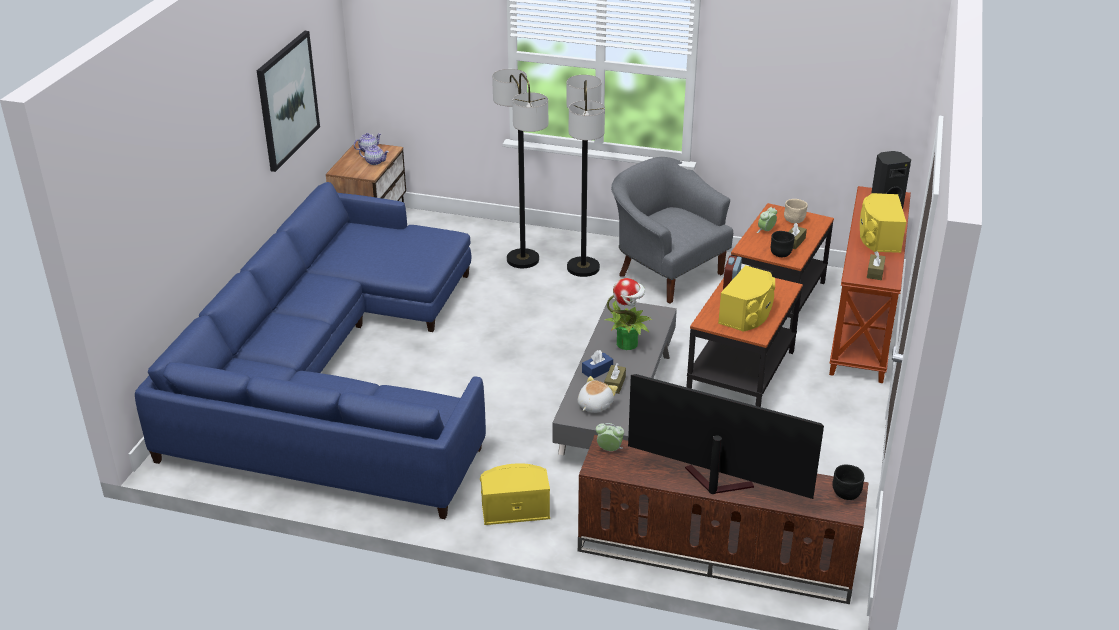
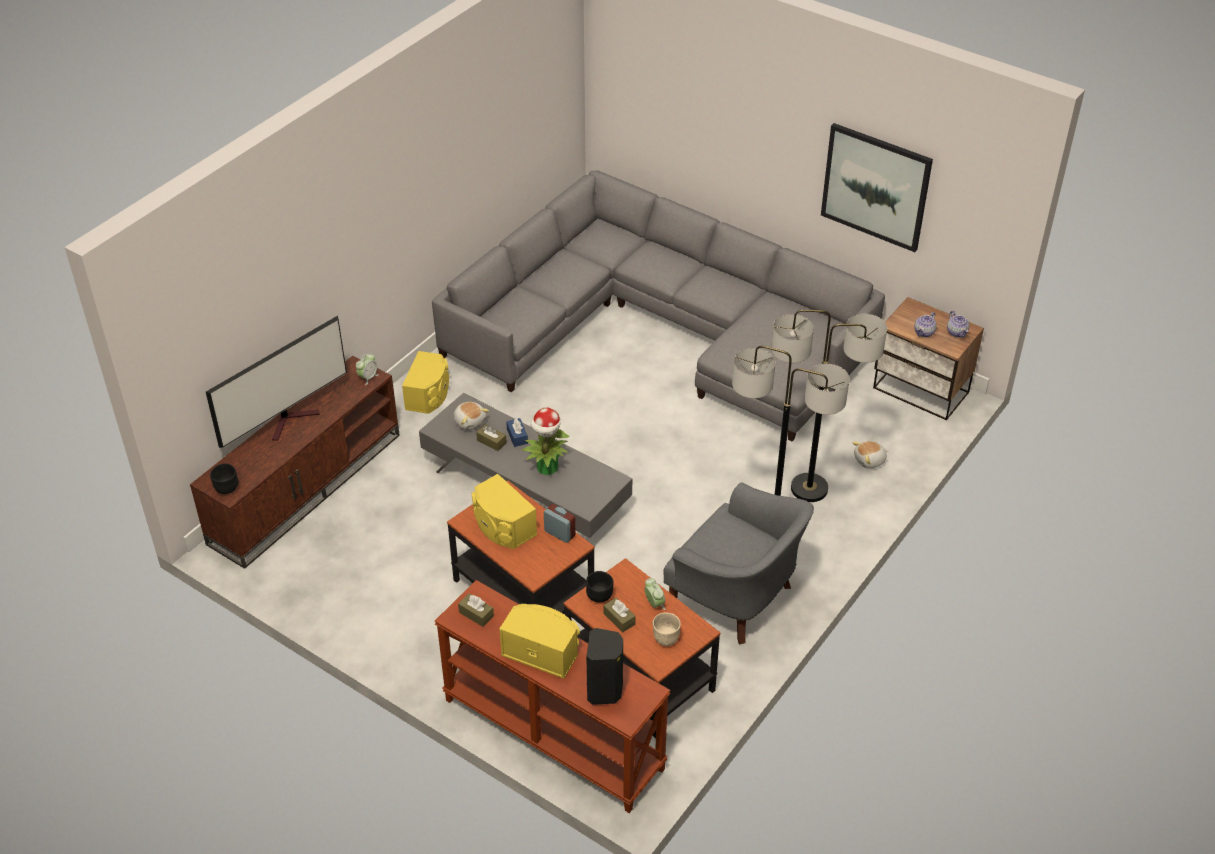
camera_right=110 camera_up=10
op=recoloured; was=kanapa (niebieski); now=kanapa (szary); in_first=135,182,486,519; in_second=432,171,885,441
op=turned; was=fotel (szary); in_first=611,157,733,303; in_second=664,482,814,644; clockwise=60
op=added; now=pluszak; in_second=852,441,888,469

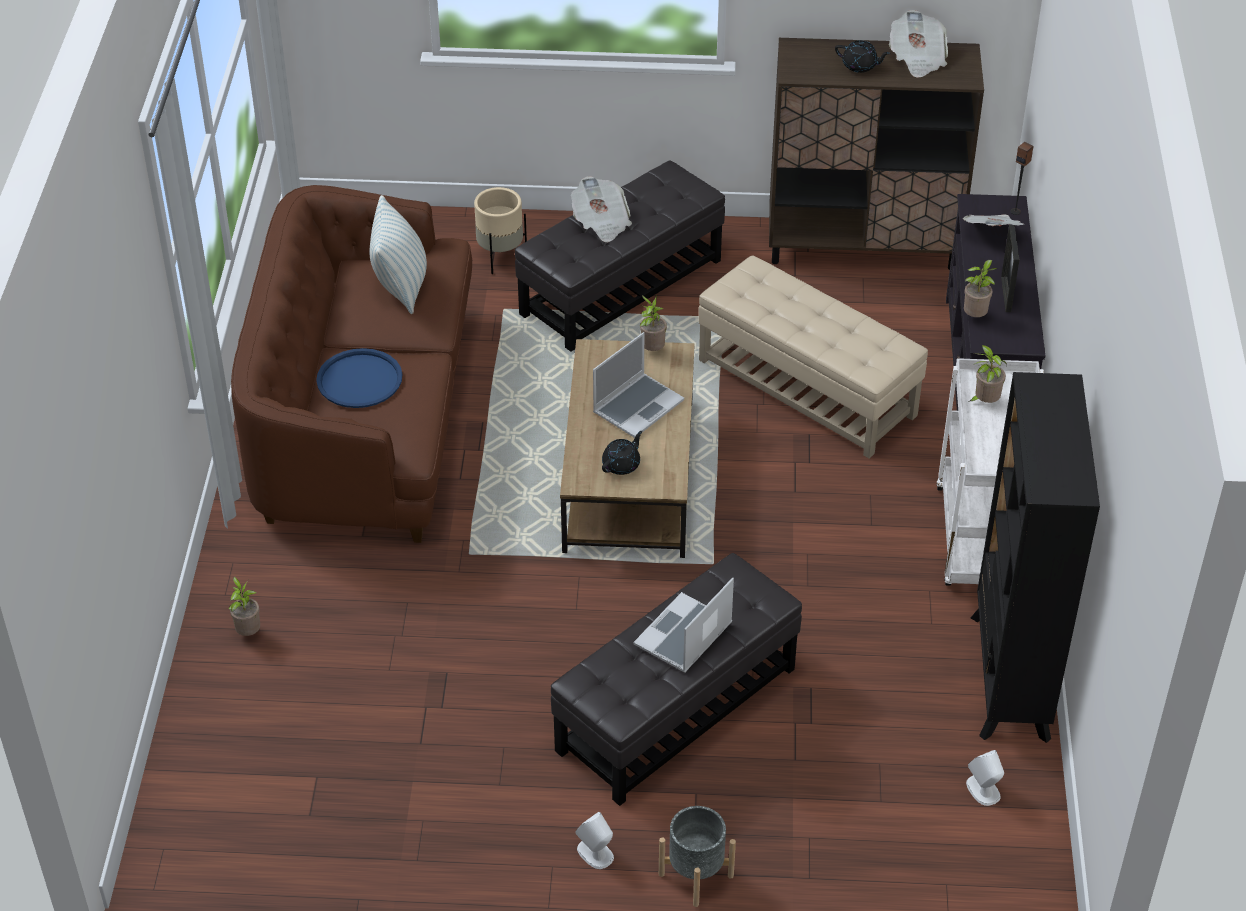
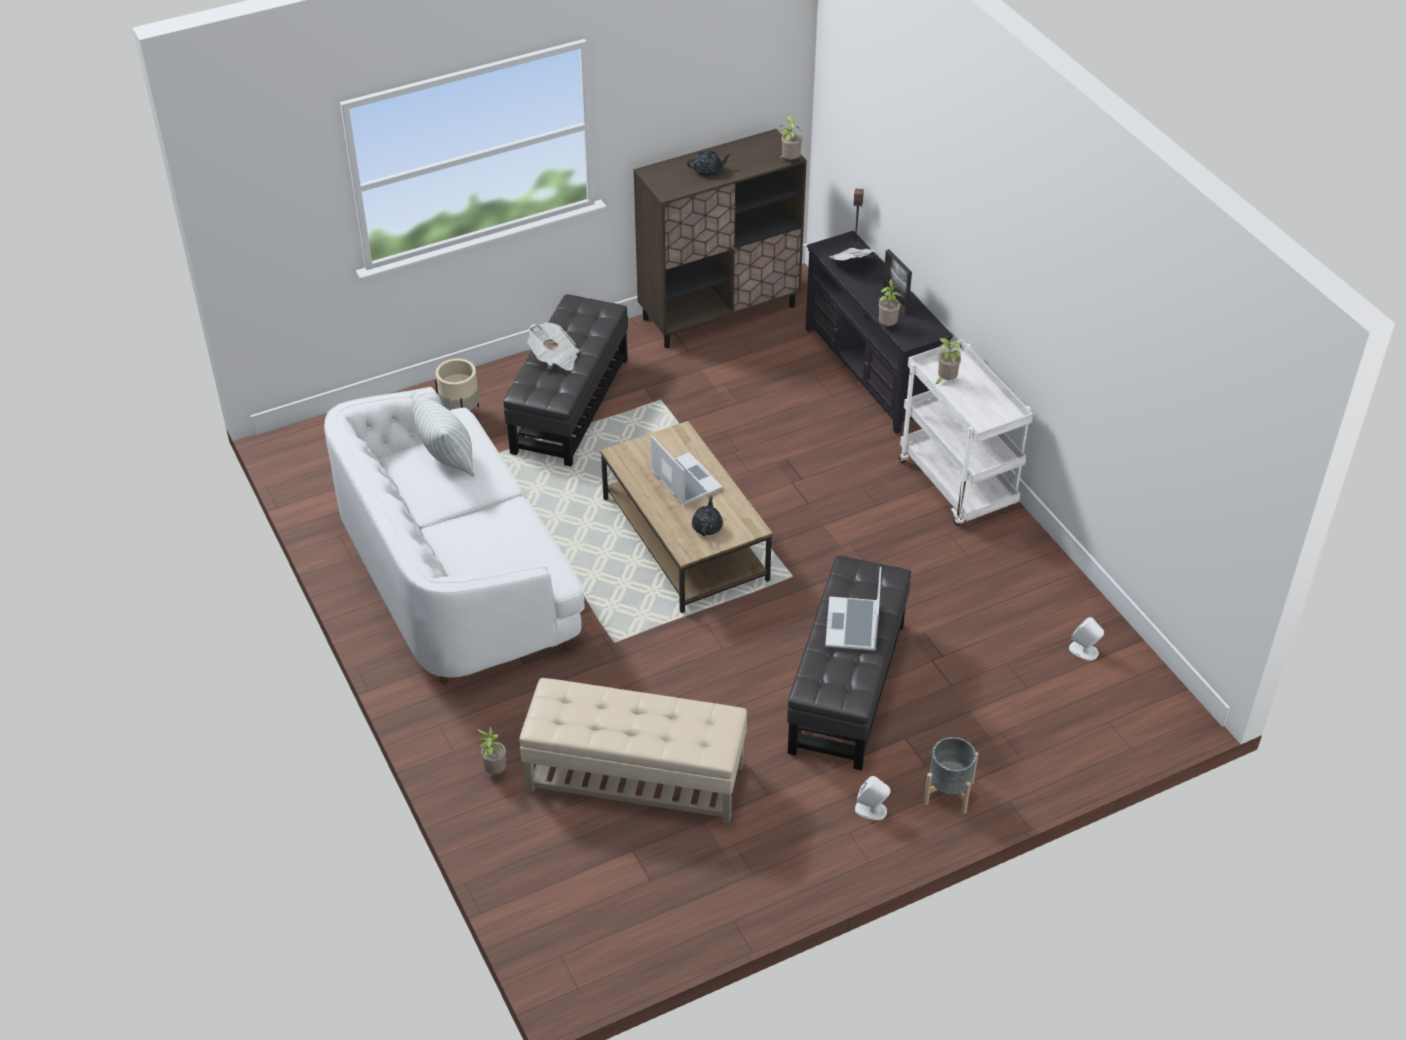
camera_right=-30 camera_up=0
op=recoloured; was=kanapa (brązowy); now=kanapa (biały); in_first=231,185,472,543; in_second=324,387,585,685
op=moved; was=pufa (beżowy); in_first=698,255,928,458; in_second=520,678,747,824
op=turned; was=laptop; in_first=593,332,684,438; in_second=651,435,722,506; clockwise=-45
op=moved; was=roślina doniczkowa; in_first=639,295,667,351; in_second=779,115,802,159
op=removed; was=taca (niebieski); in_first=316,348,403,408
op=removed; was=gazeta; in_first=889,10,948,78
op=removed; was=regał (czarny); in_first=971,372,1100,743

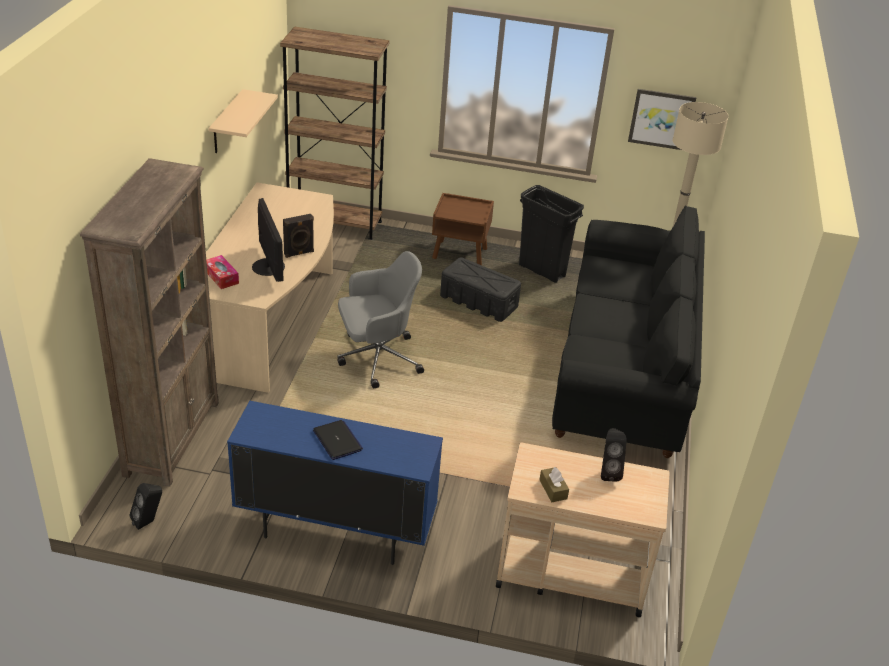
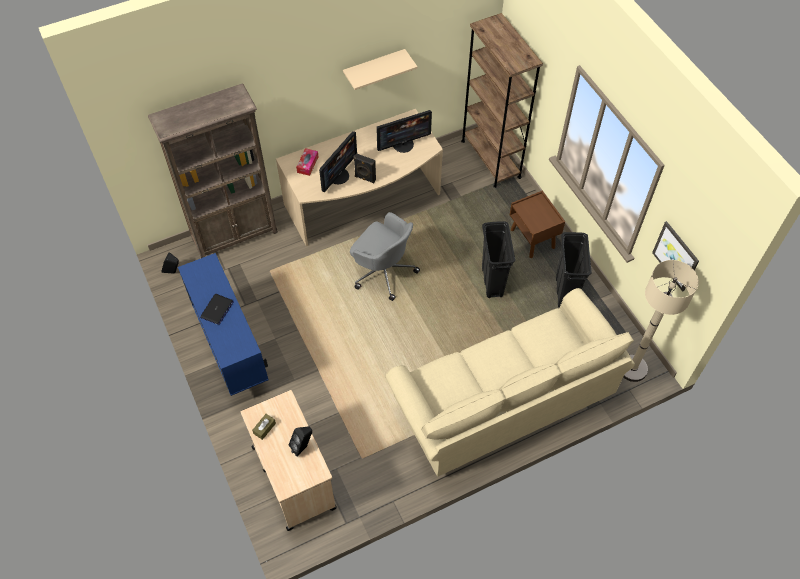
camera_right=55 camera_up=20
op=added; now=monitor; in_second=376,110,432,153
op=recoloured; was=kanapa (czarny); now=kanapa (beżowy); in_first=552,206,705,458; in_second=385,288,635,477
op=replaced; was=pojemnik do przechowywania (czarny); now=kosz na śmieci (czarny); in_first=440,257,521,322; in_second=482,221,515,298

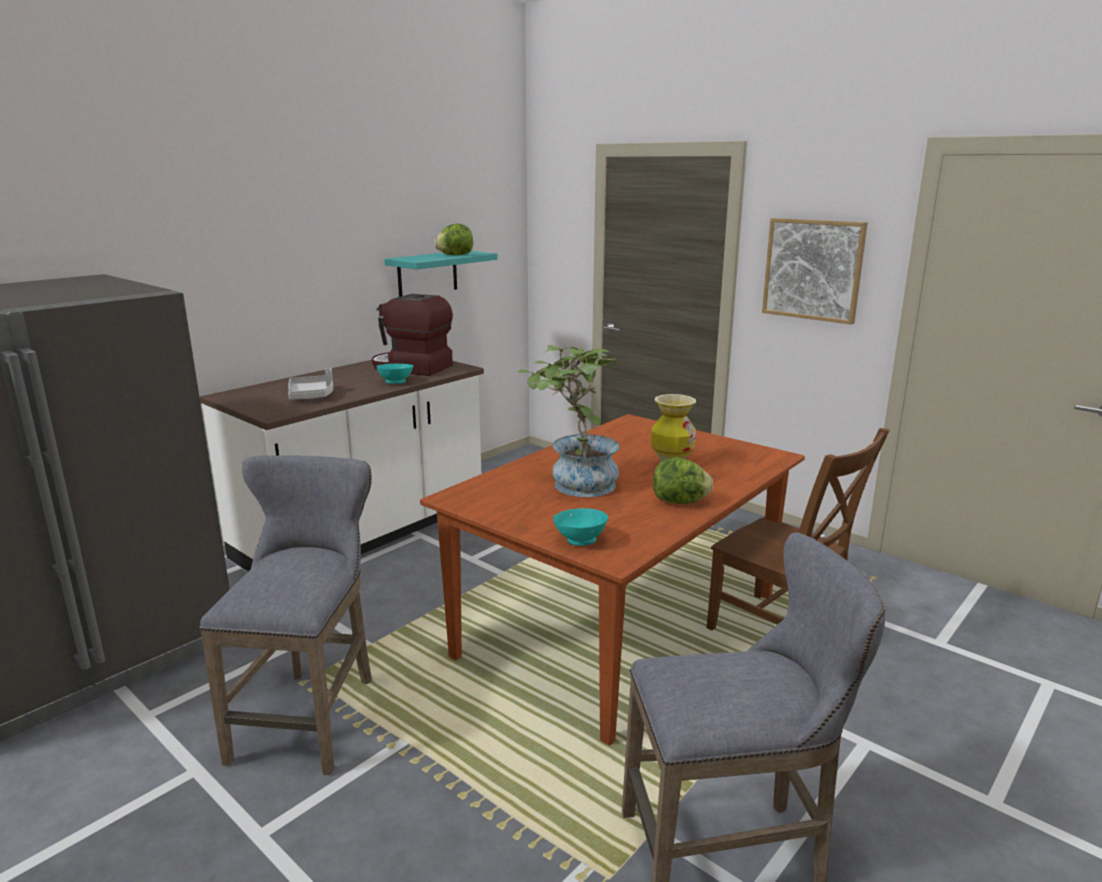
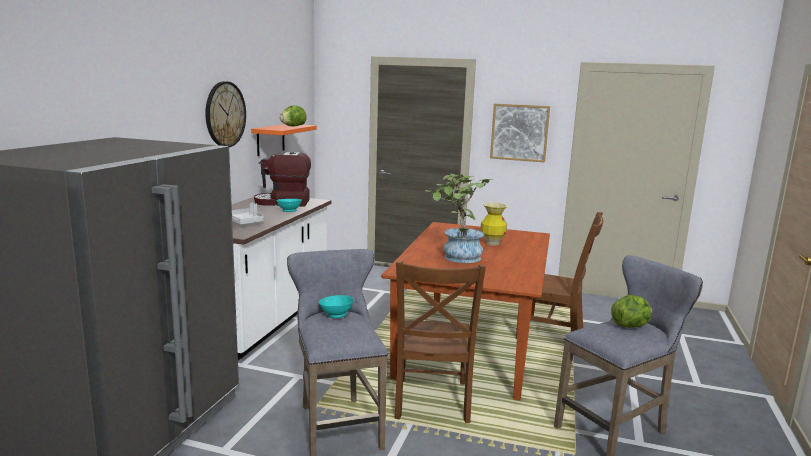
camera_right=-25 camera_up=-5
op=added; now=zegar ścienny; in_second=205,81,246,147
op=recoloured; was=półka (turkusowy); now=półka (pomarańczowy); in_first=384,251,498,297; in_second=251,124,317,156
op=moved; was=miska (turkusowy); in_first=553,508,608,546; in_second=319,295,354,318
op=added; now=krzesło (brązowy); in_second=395,261,486,423
op=moved; was=sałata; in_first=653,457,713,504; in_second=611,295,652,328

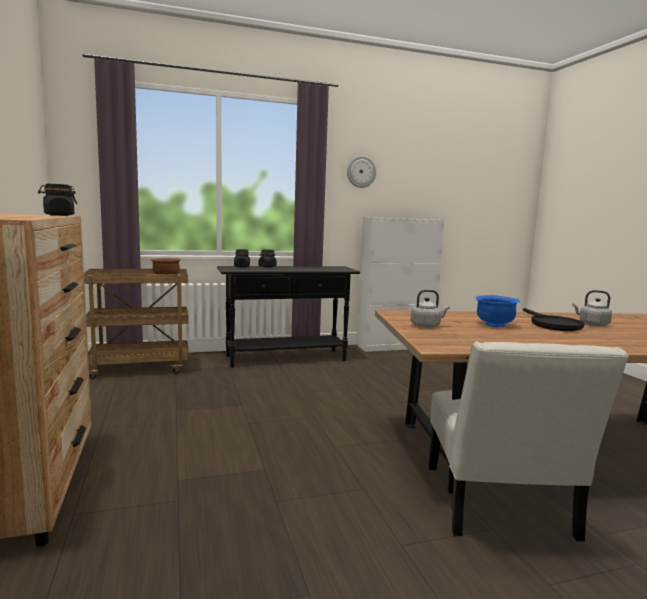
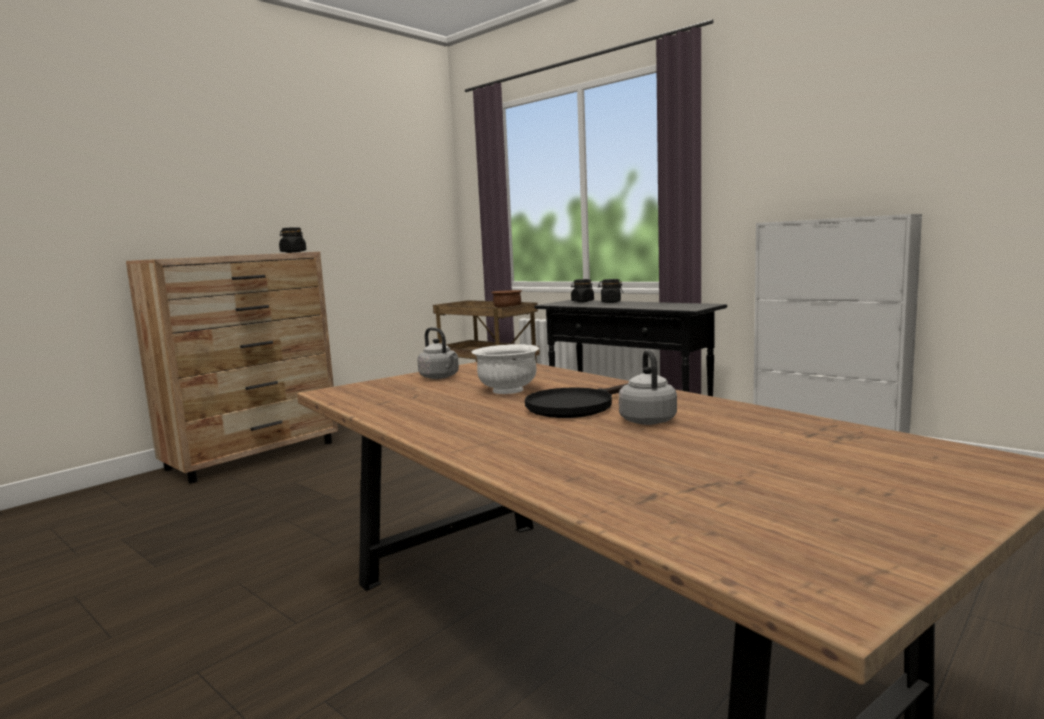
camera_right=60 camera_up=0
op=recoloured; was=miska (niebieski); now=miska (biały); in_first=475,295,520,327; in_second=471,344,539,394
op=removed; was=zegar ścienny; in_first=347,155,376,188
op=removed; was=krzesło (biały); in_first=428,342,629,541

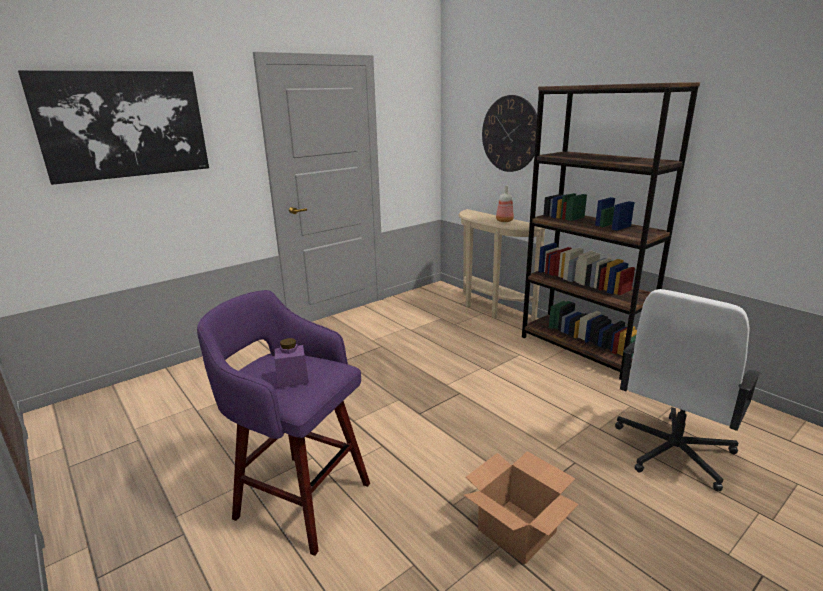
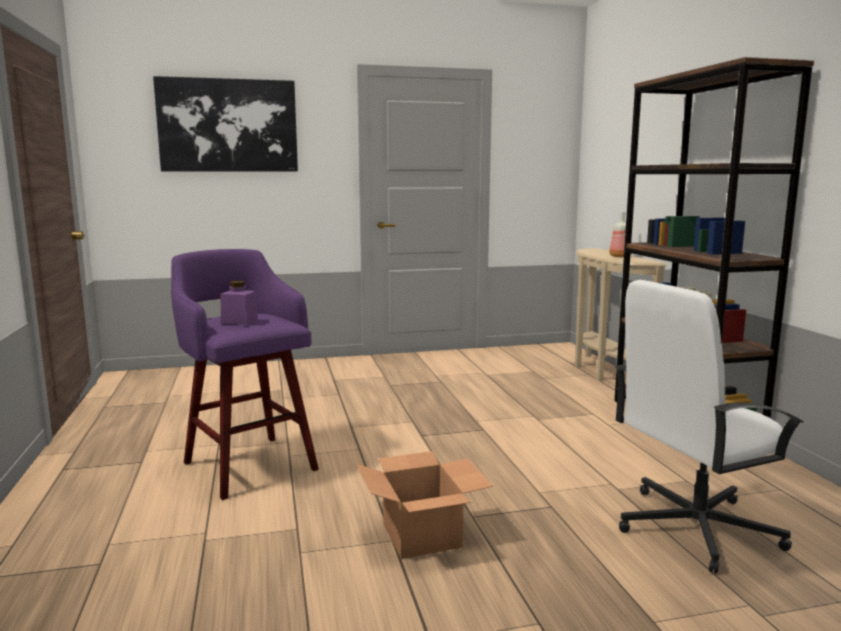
camera_right=25 camera_up=-10
op=removed; was=zegar ścienny; in_first=482,95,537,172

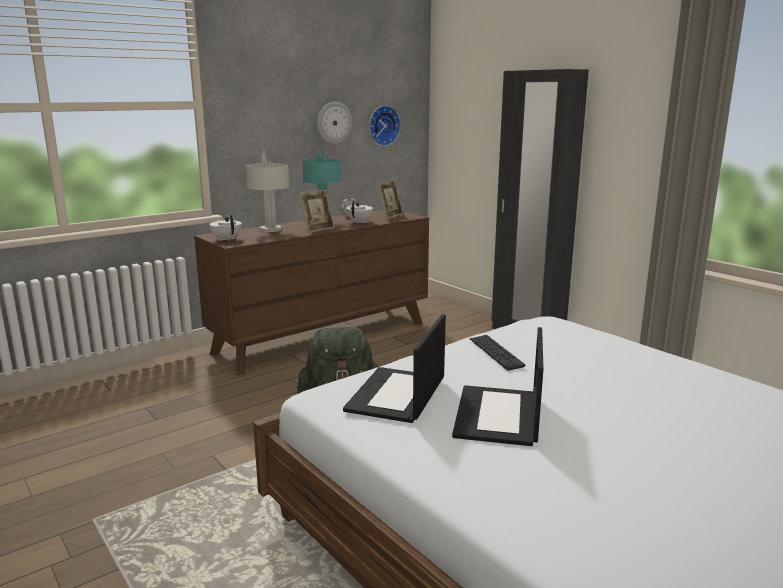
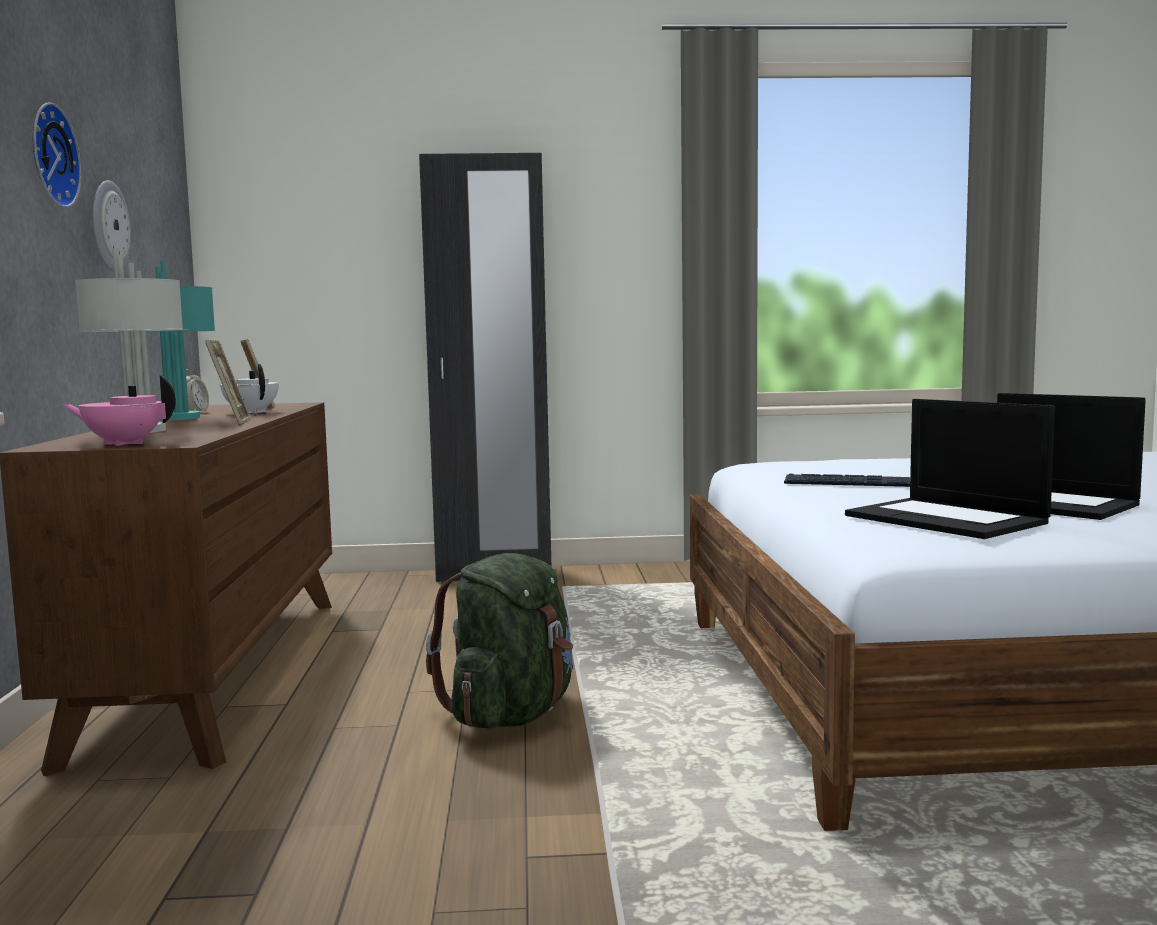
camera_right=-55 camera_up=-10
op=moved; was=zegar ścienny; in_first=369,105,401,146; in_second=33,102,82,208
op=recoloured; was=imbryk (biały); now=imbryk (różowy); in_first=209,215,242,241; in_second=63,375,176,446

